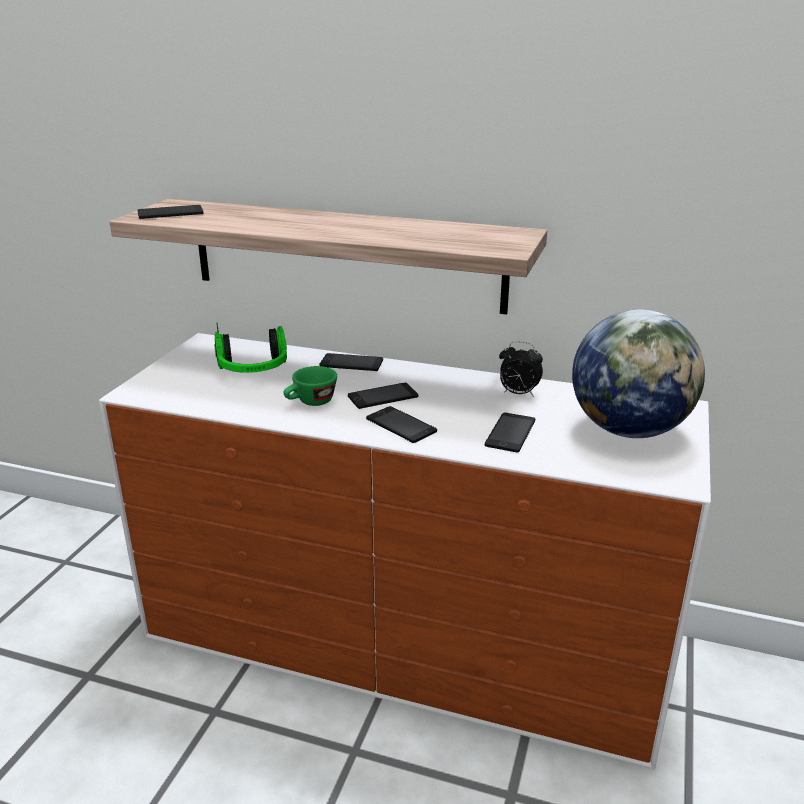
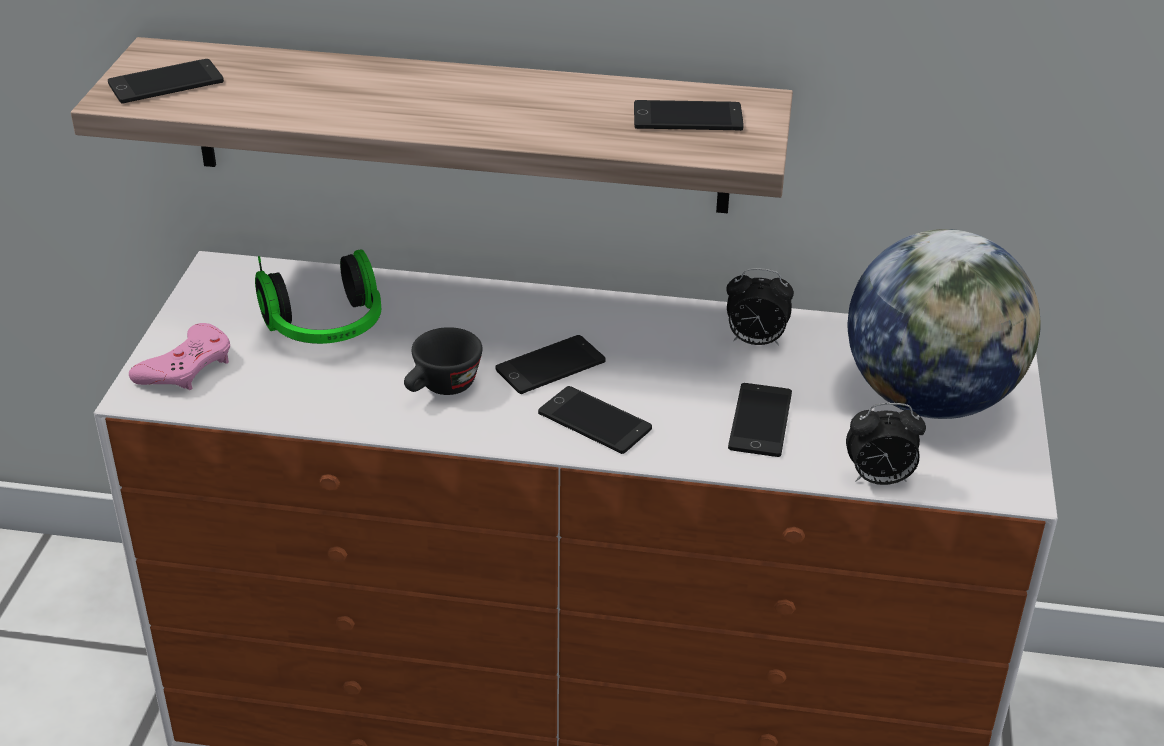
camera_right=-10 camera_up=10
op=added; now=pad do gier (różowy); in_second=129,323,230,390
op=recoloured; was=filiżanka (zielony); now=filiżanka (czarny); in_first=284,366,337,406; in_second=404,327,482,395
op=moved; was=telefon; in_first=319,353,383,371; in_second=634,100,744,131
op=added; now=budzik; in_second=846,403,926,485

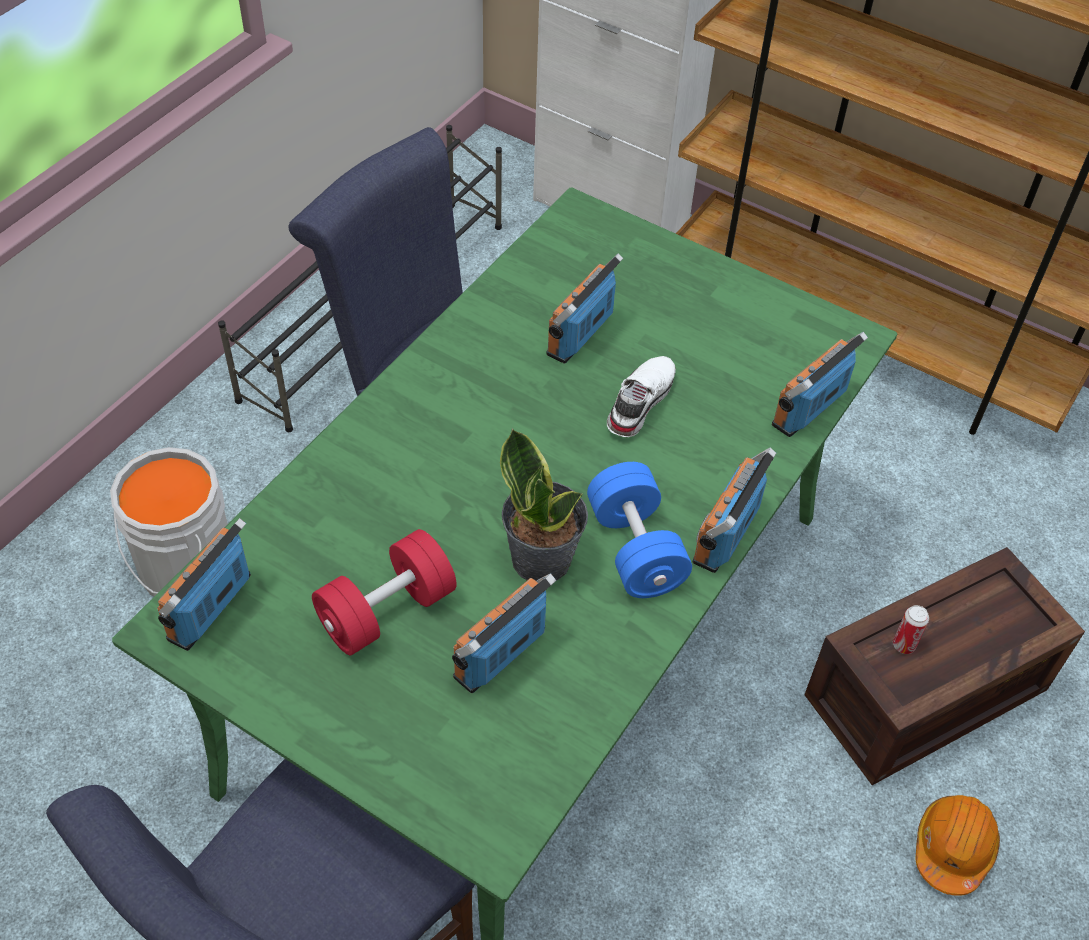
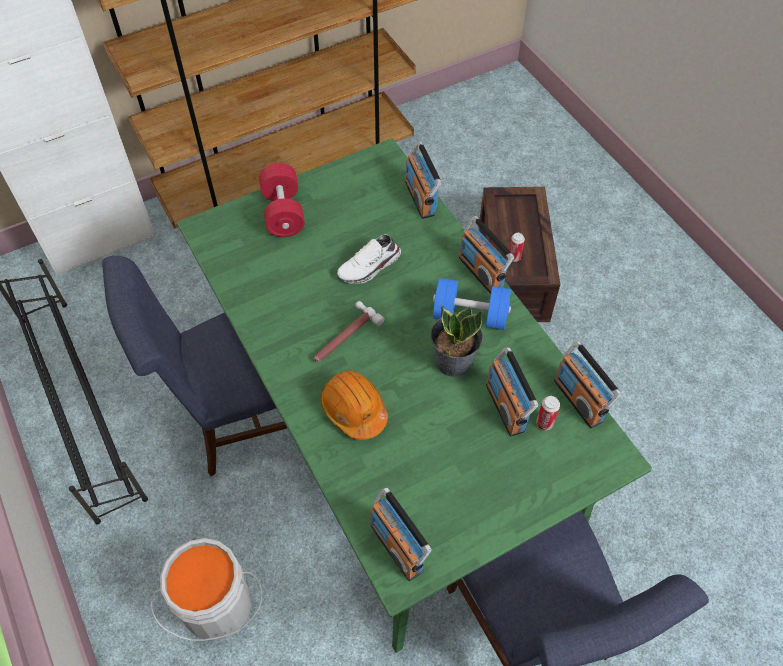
camera_right=-60 camera_up=5
op=moved; was=hantel (czerwony); in_first=312,529,457,656; in_second=259,163,305,237
op=added; now=młotek; in_second=314,301,384,362
op=moved; was=kask (pomarańczowy); in_first=916,795,1000,896; in_second=320,371,388,440
op=turned; was=but (biały); in_first=607,356,676,437; in_second=337,234,401,284; clockwise=-90
op=added; now=puszka; in_second=536,396,560,430
op=moved; was=radio; in_first=547,253,623,364; in_second=554,341,621,428

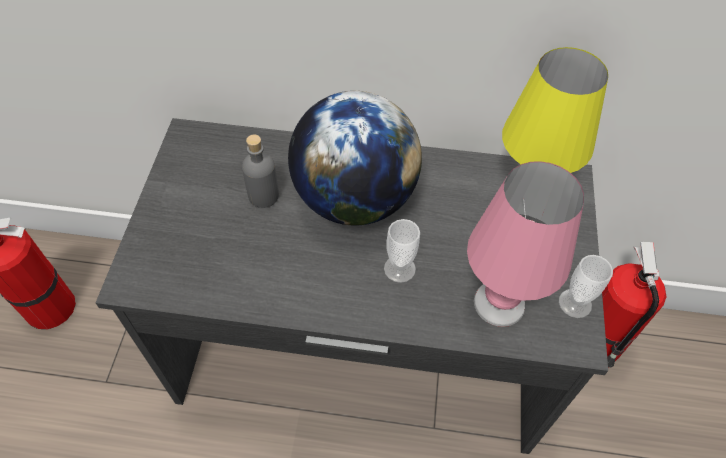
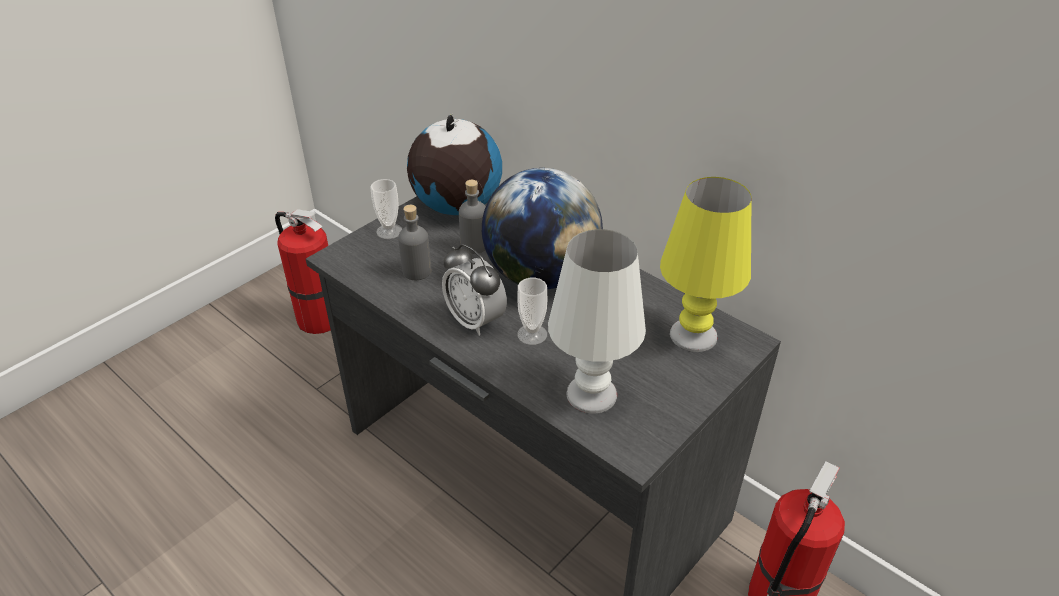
camera_right=35 camera_up=-15
op=moved; was=filiżanka; in_first=559,255,613,318; in_second=370,179,402,239
op=added; now=butelka (szary); in_second=398,205,431,280
op=added; now=globus; in_second=407,114,502,215
op=added; now=budzik; in_second=442,244,507,336
op=recoloured; was=lampa stołowa (różowy); now=lampa stołowa (biały); in_first=467,161,584,327; in_second=548,229,646,413

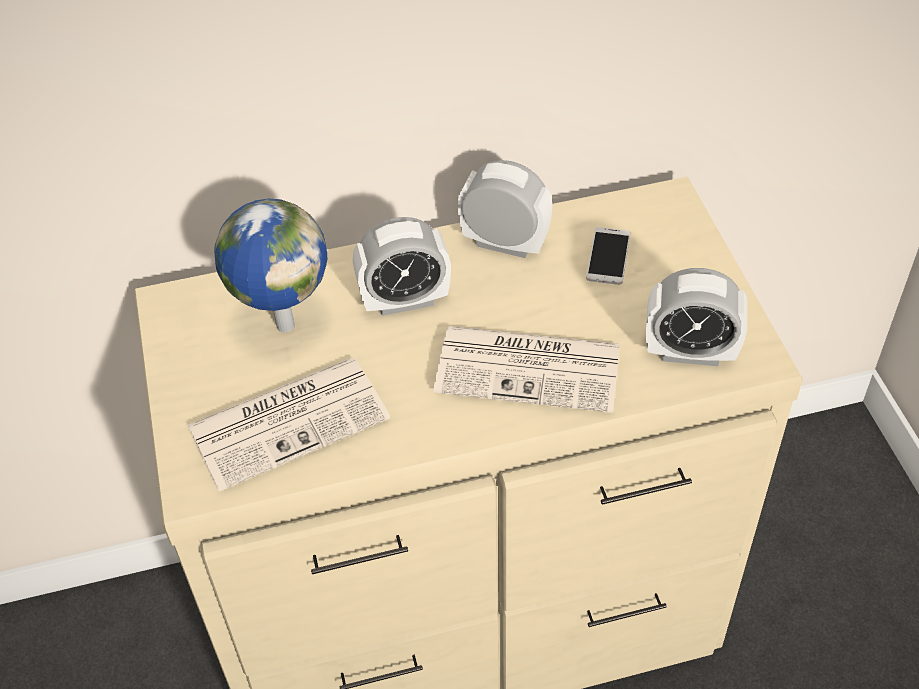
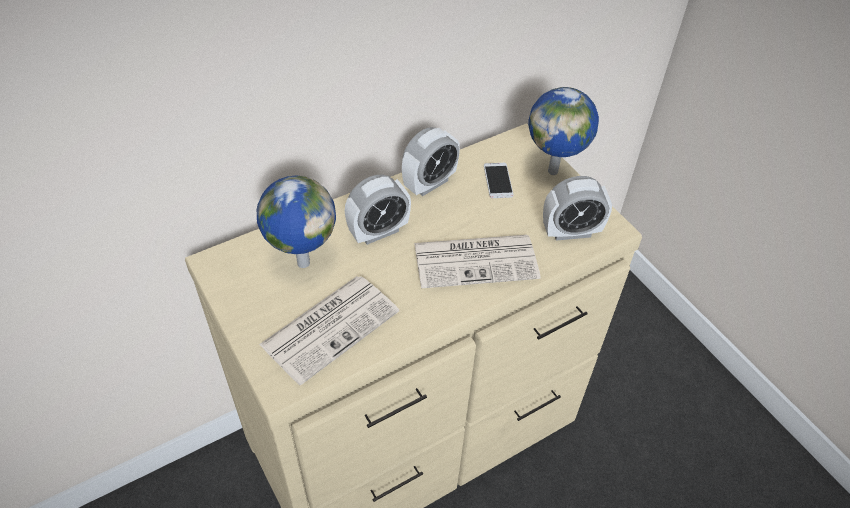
camera_right=-20 camera_up=0
op=turned; was=budzik; in_first=457,160,552,258; in_second=402,127,460,196; clockwise=135
op=added; now=globus; in_second=528,87,599,175

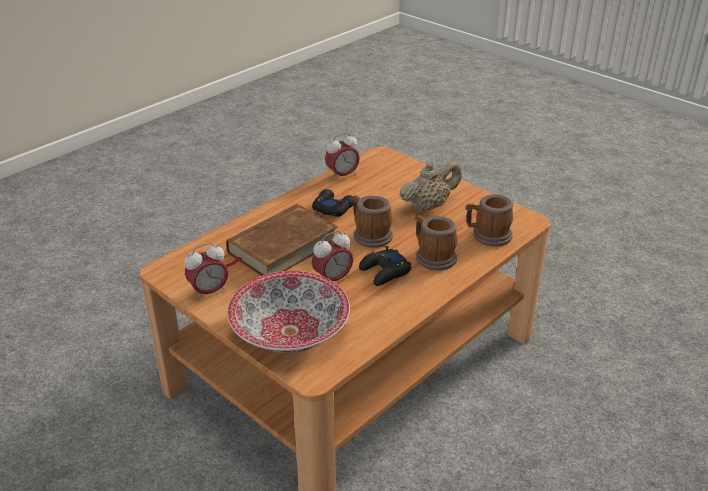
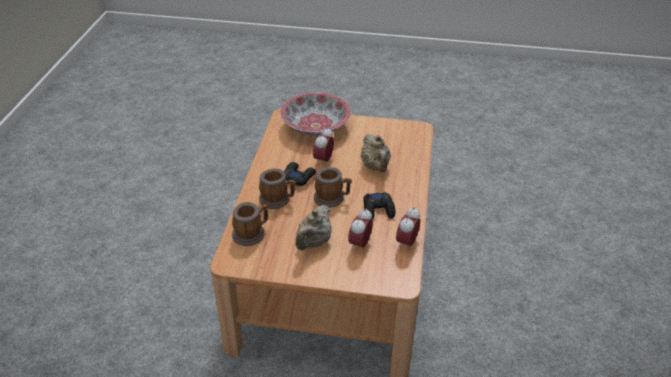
camera_right=145 camera_up=5
op=moved; was=budzik; in_first=184,243,228,300; in_second=348,208,373,250
op=replaced; was=książka (brązowy); now=imbryk (beżowy); in_first=226,204,338,276; in_second=361,134,391,173

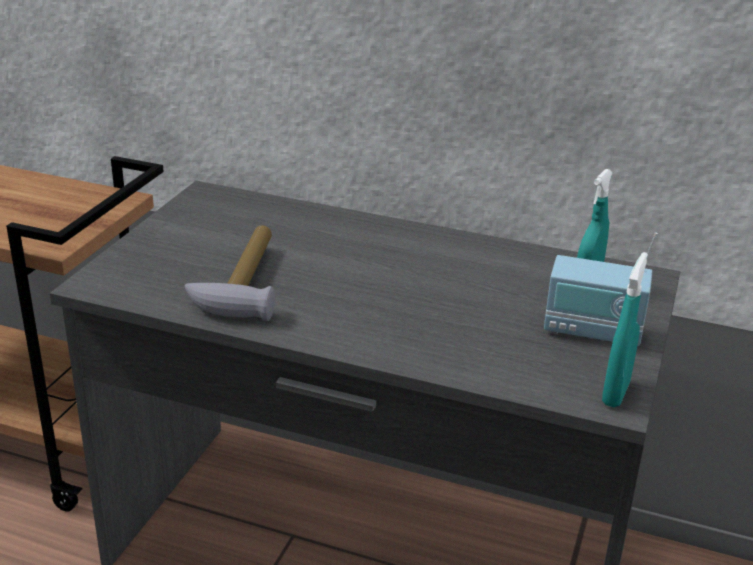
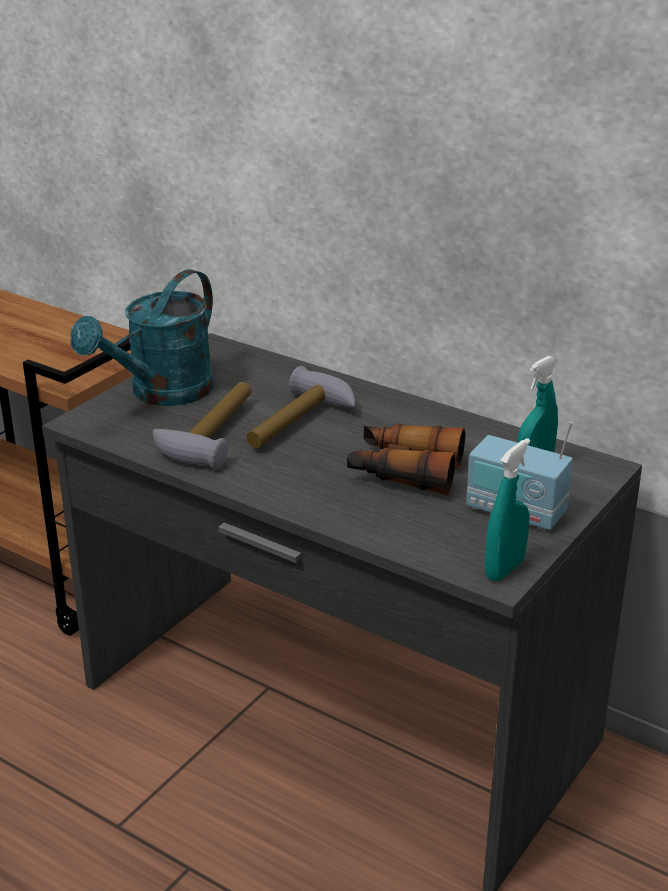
camera_right=15 camera_up=0
op=added; now=konewka (turkusowy); in_second=70,269,214,406
op=added; now=młotek; in_second=246,366,355,448
op=added; now=lornetka; in_second=347,424,465,496

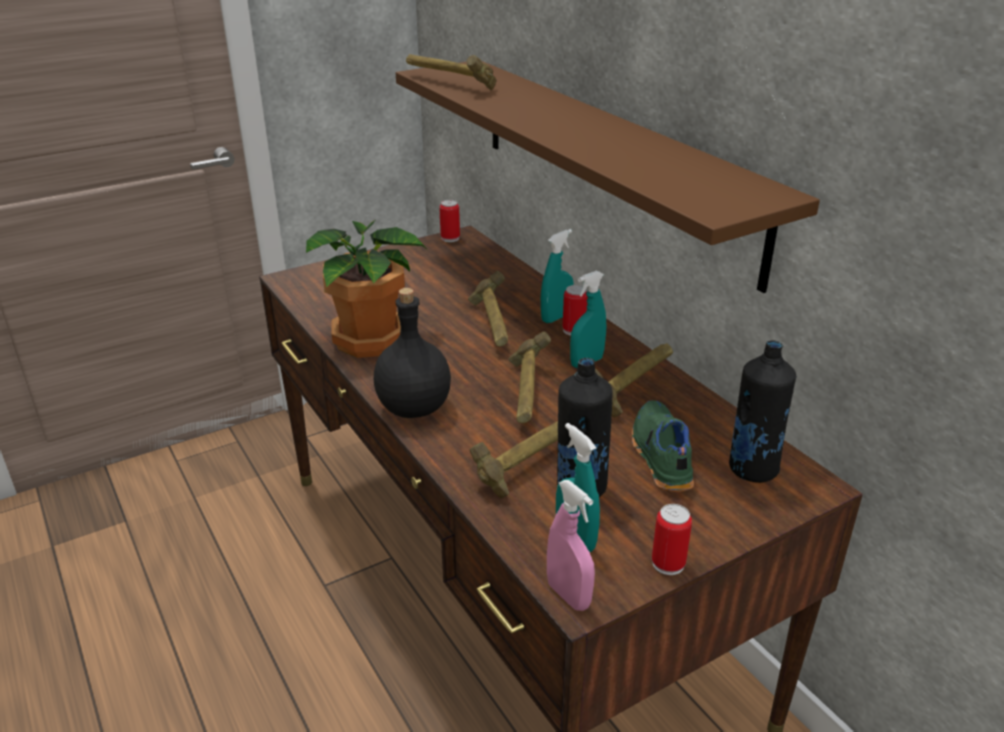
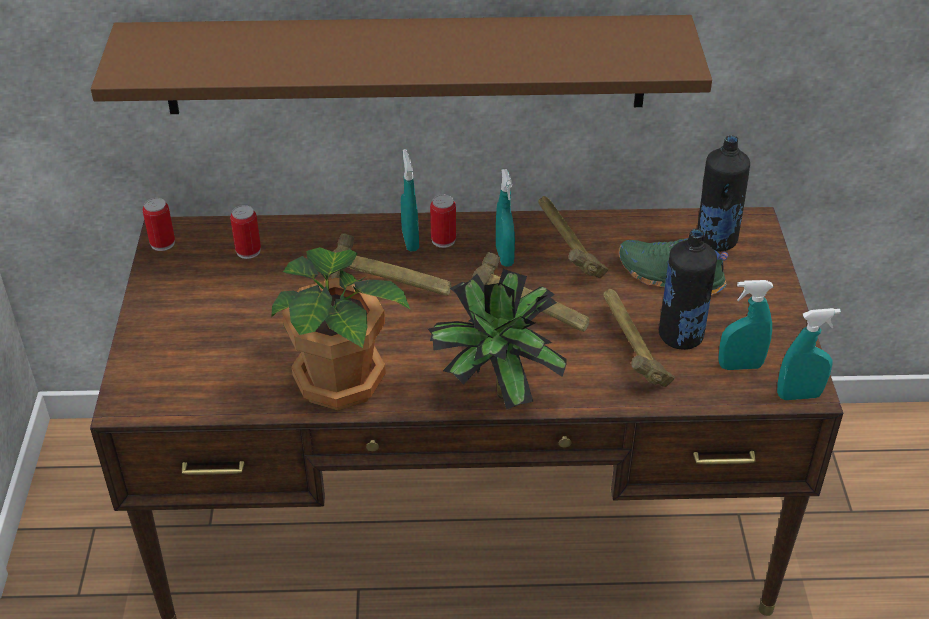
camera_right=-60 camera_up=10
op=moved; was=puszka; in_first=652,504,692,575; in_second=230,205,261,259
op=replaced; was=butelka (czarny); now=roślina doniczkowa; in_first=374,288,451,418; in_second=428,269,567,410
op=recoloured; was=spryskiwacz (różowy); now=spryskiwacz (turkusowy); in_first=547,480,595,611; in_second=777,308,841,400
op=removed; was=młotek; in_first=406,54,497,90

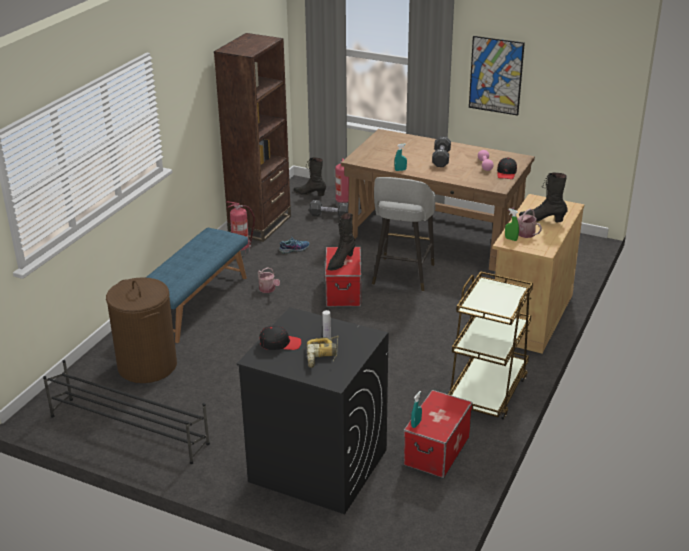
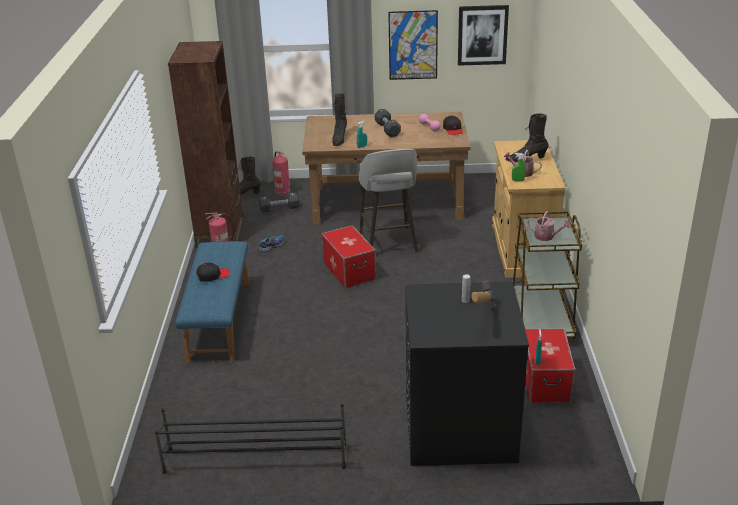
camera_right=-25 camera_up=0
op=moved; was=czapka z daszkiem (czarny); in_first=259,326,302,350; in_second=196,263,230,282
op=moved; was=but z cholewką (czarny); in_first=327,213,356,271; in_second=332,93,347,146
op=added; now=obraz; in_second=458,5,509,66
op=replaced; was=wiertarka; now=młotek; in_first=307,336,339,368; in_second=471,281,497,311
op=moved; was=konewka; in_first=258,267,280,293; in_second=527,211,570,241
op=removed; was=kosz na pranie (brązowy); in_first=106,277,177,383

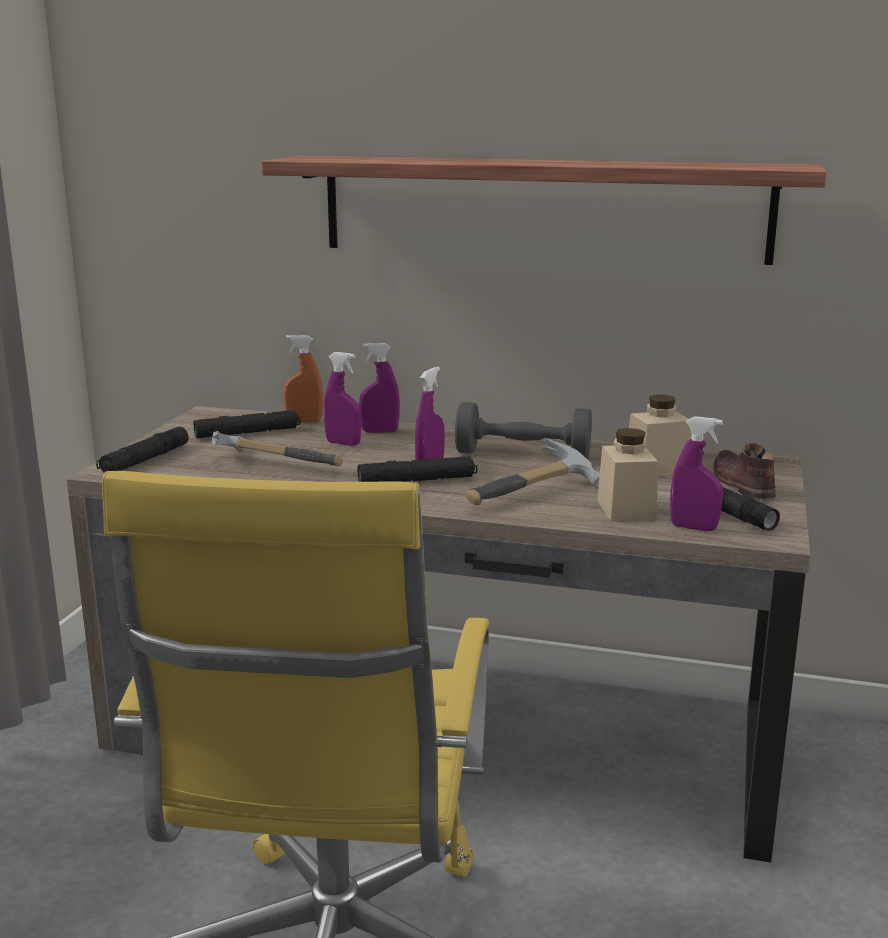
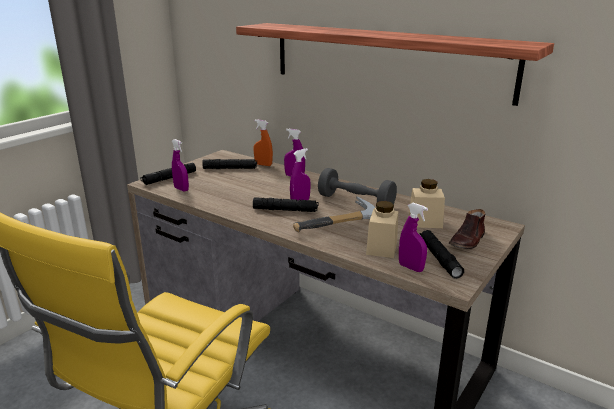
camera_right=20 camera_up=5
op=moved; was=spryskiwacz (fioletowy); in_first=324,352,361,446; in_second=172,139,189,192
op=turned; was=but (brązowy); in_first=714,443,776,499; in_second=449,209,486,249; clockwise=-150
op=removed; was=młotek; in_first=211,431,343,466

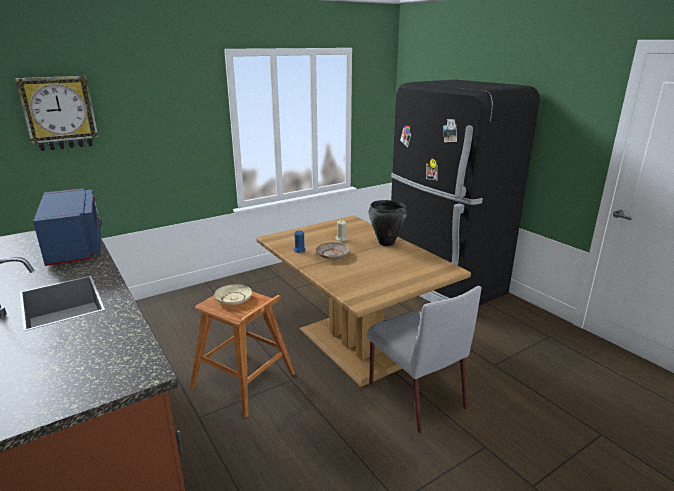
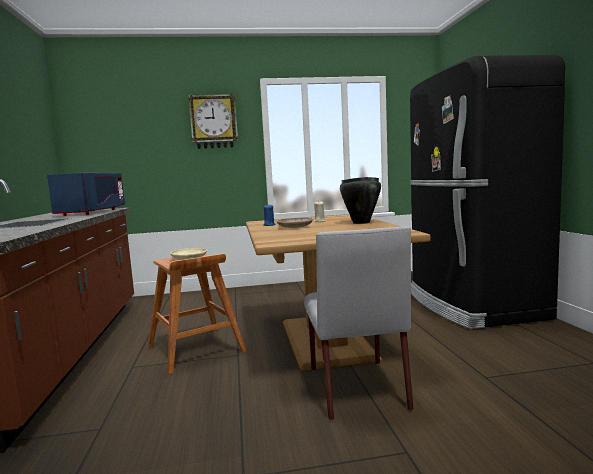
camera_right=25 camera_up=-15
op=moved; was=zegar ścienny; in_first=15,76,98,151; in_second=188,94,238,149

